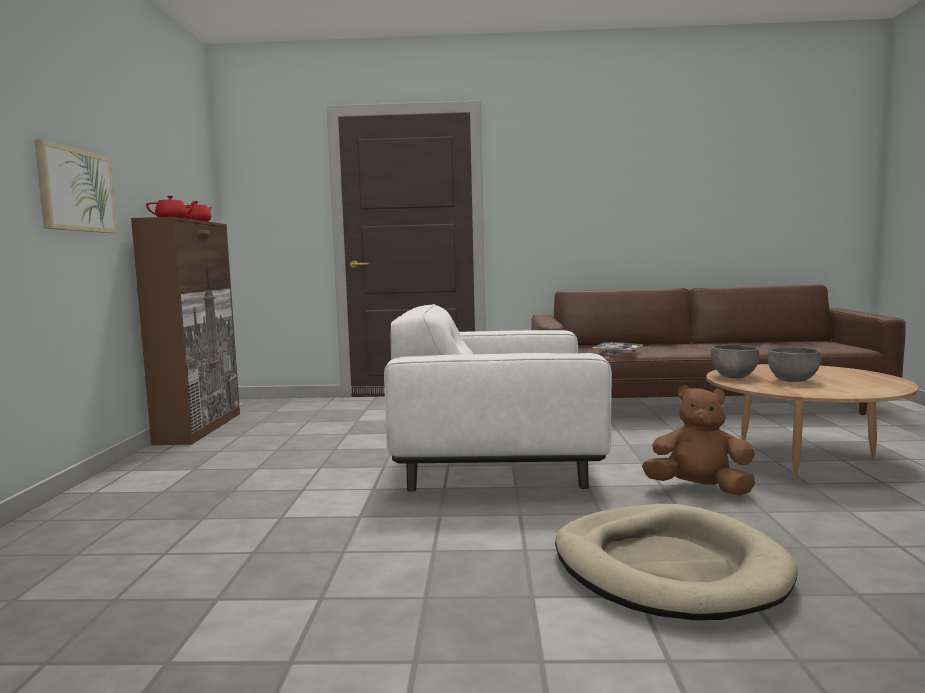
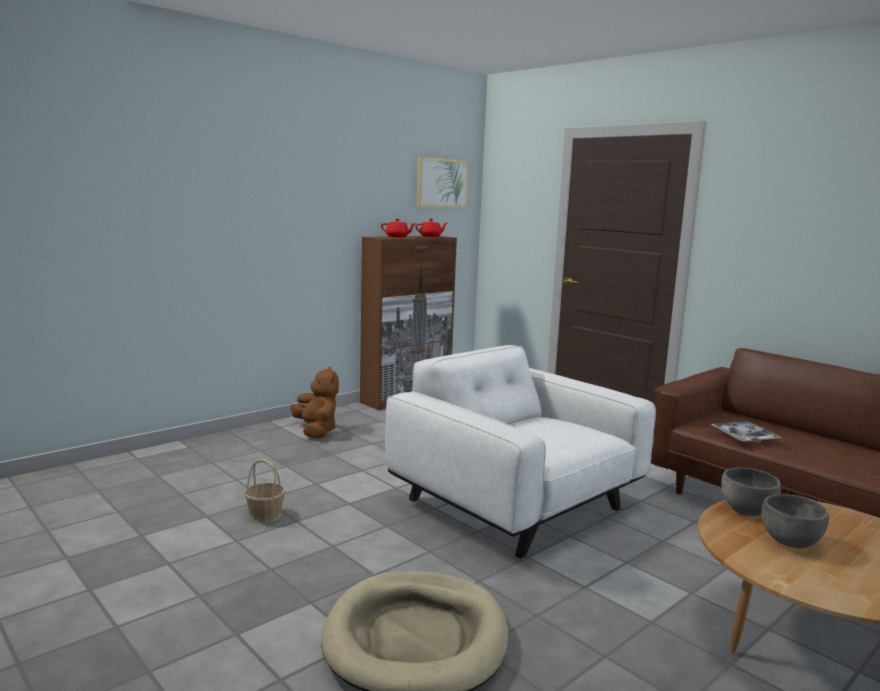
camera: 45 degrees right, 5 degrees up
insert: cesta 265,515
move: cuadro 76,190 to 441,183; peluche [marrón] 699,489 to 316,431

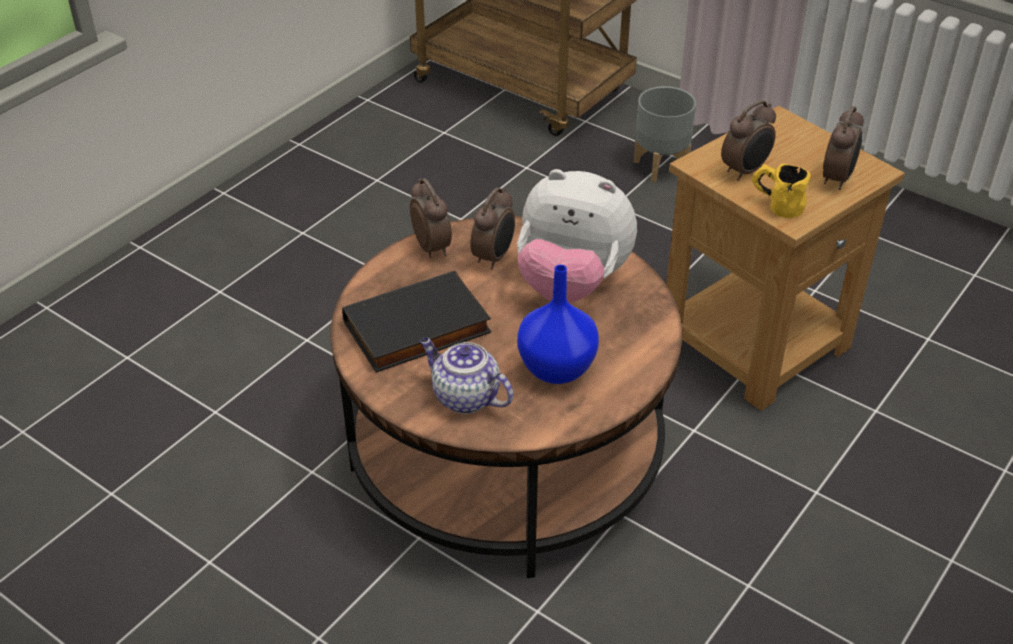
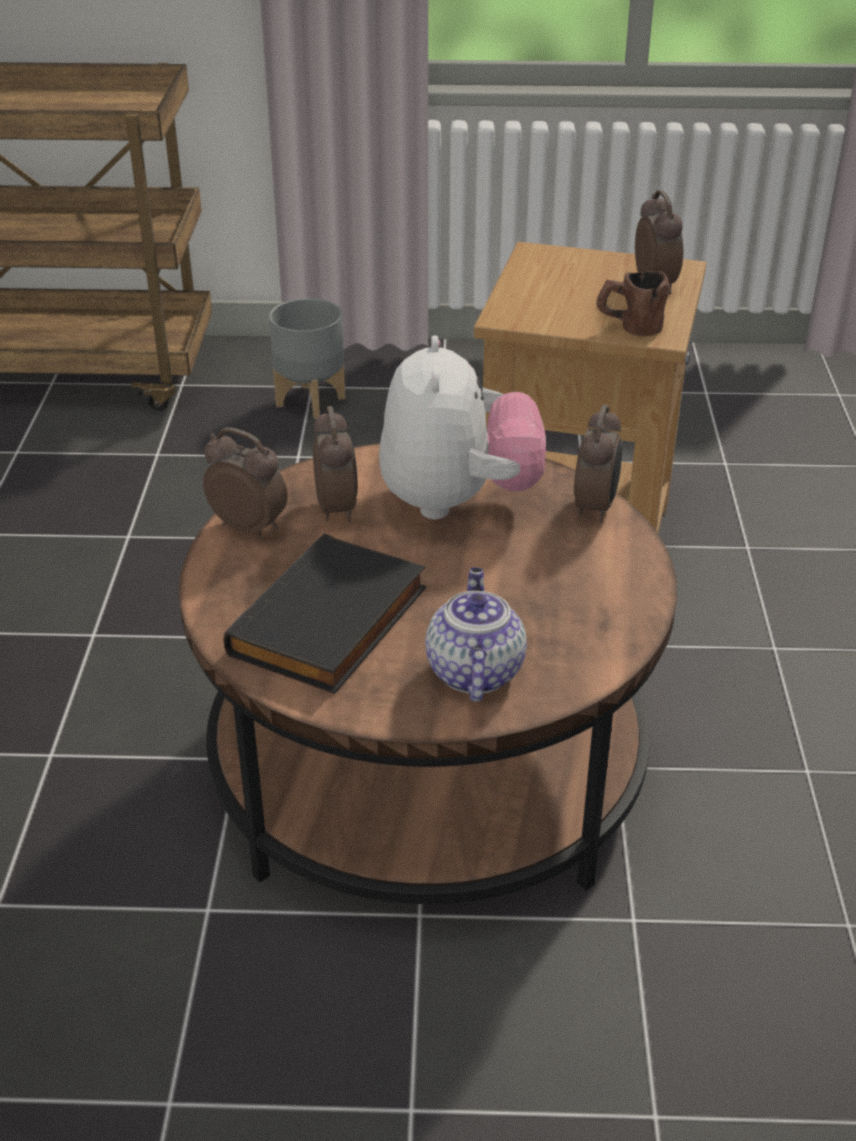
camera: 35 degrees left, 5 degrees down
delete: florero [azul] 557,370
move: despertador 745,171 to 596,507
recolor: taza grande [amarillo] 776,205 to taza grande [marrón] 628,328
rotate: tetera 464,397 = 473,671 90 degrees clockwise; peluche 571,284 = 458,501 75 degrees counterclockwise

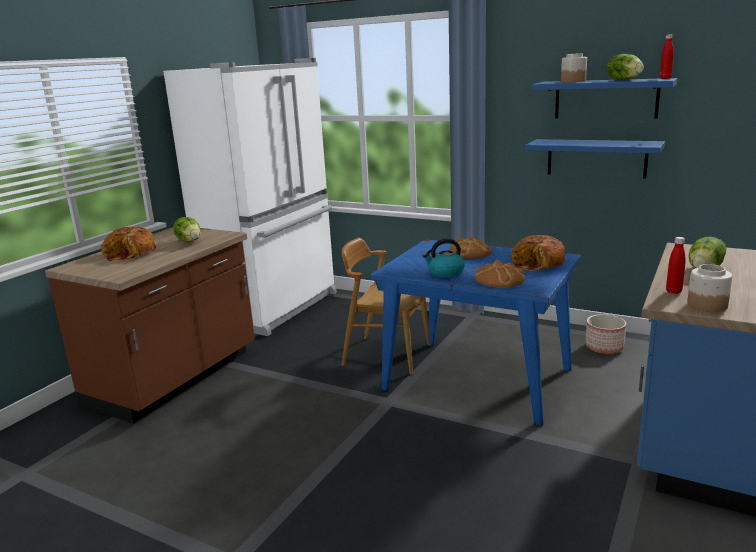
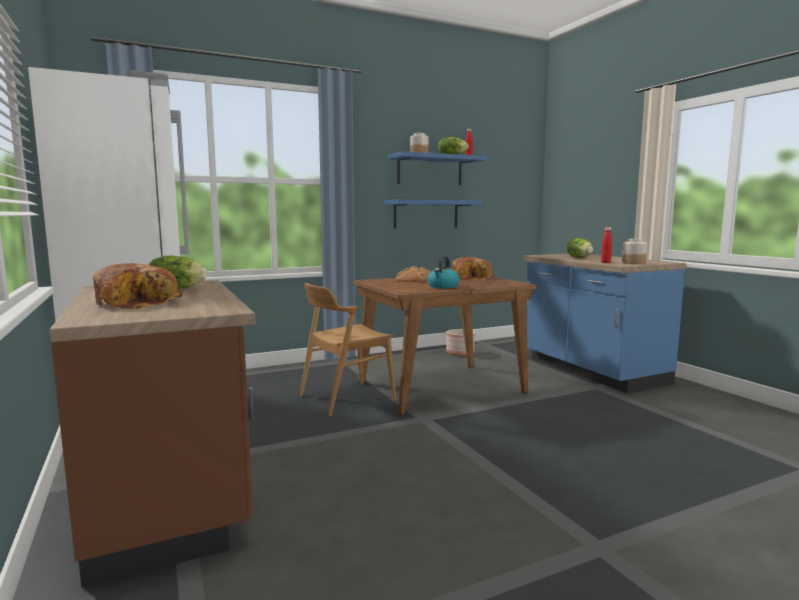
camera: 55 degrees left, 10 degrees down
delete: pan 499,279
recolor: mesa de comedor [azul] 476,379 to mesa de comedor [marrón] 439,387

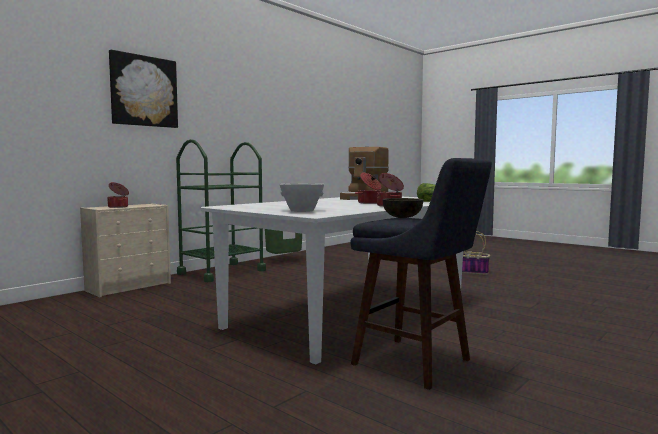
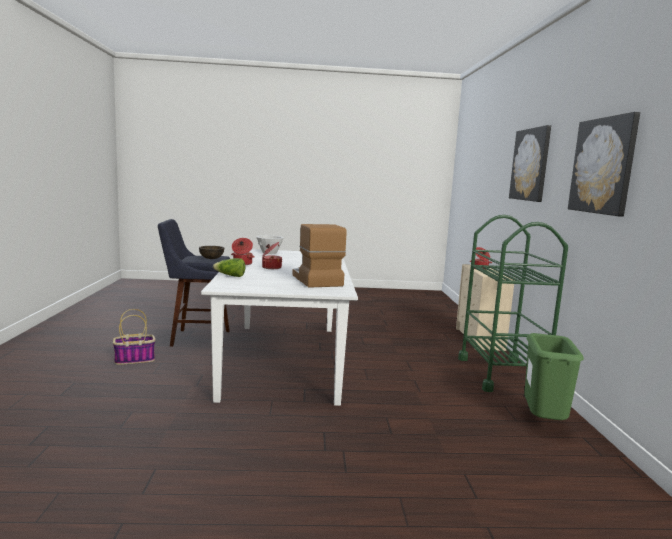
camera: 135 degrees right, 5 degrees up
insert: cuadro 603,166
move: cesta 472,272 to 135,359

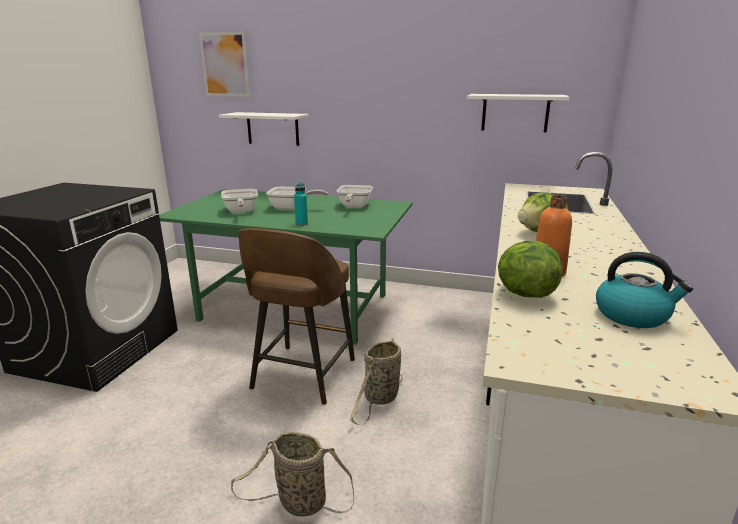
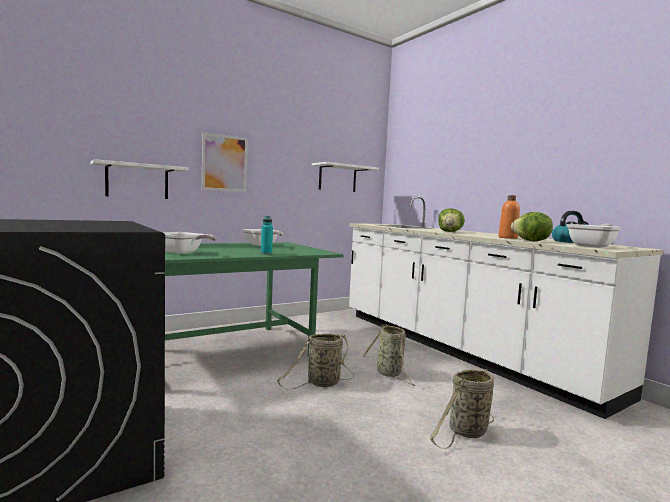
camera: 50 degrees left, 15 degrees down
move: cuadro 225,65 to 224,163; sartén 291,208 to 593,246
replace: taburete [marrón] 302,375 to cesta 321,383

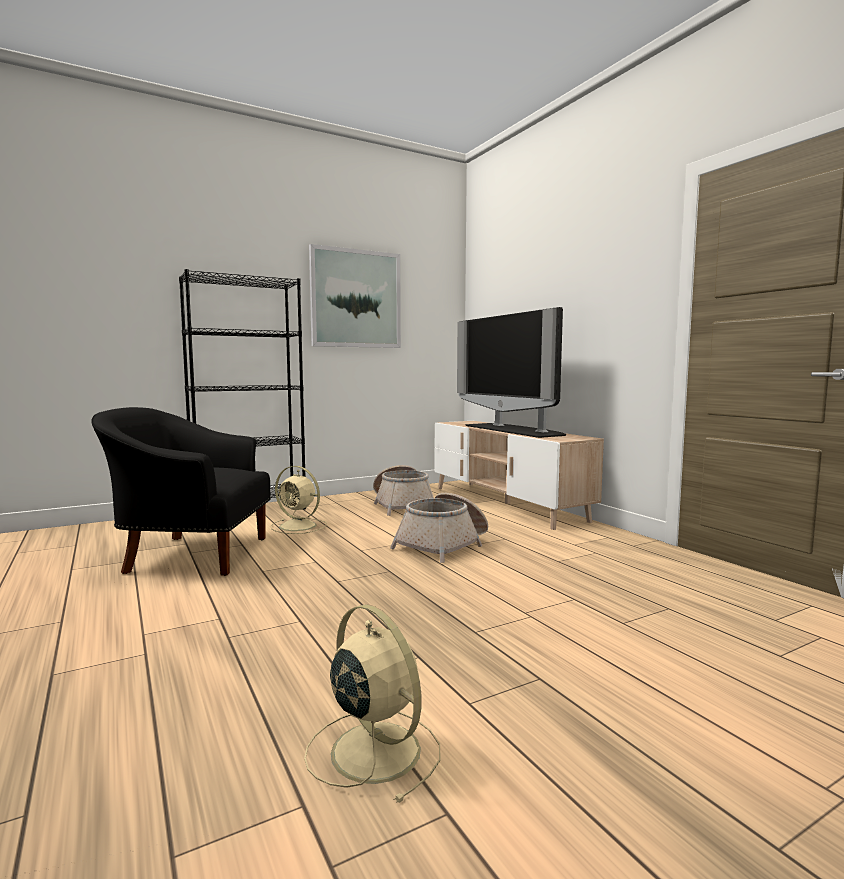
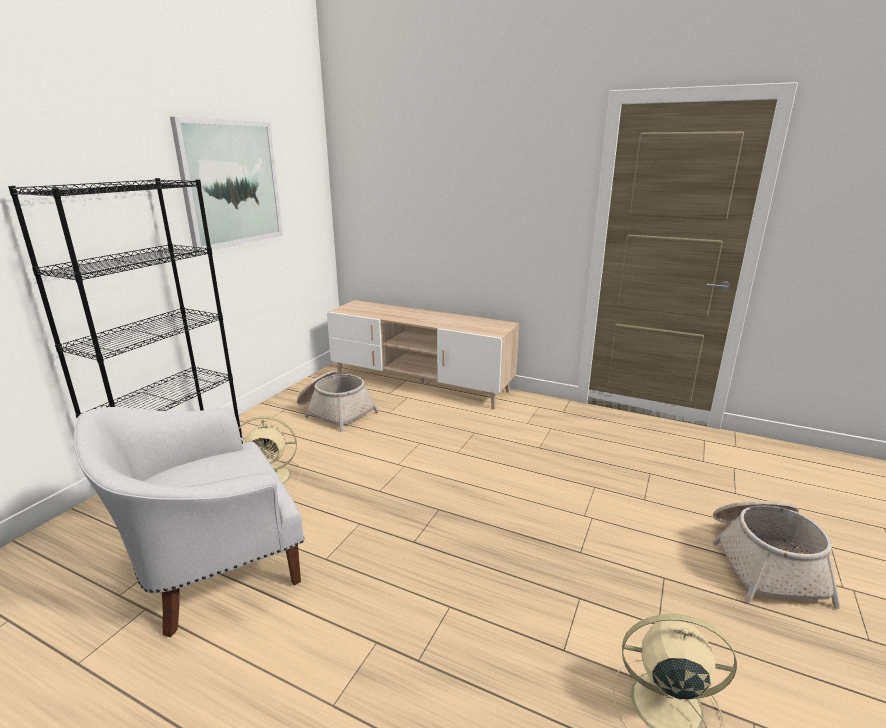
camera: 35 degrees left, 15 degrees up
delete: televisor 514,430
move: cesta 444,545 to 763,562
recolor: sillón [negro] 192,555 to sillón [blanco] 211,568

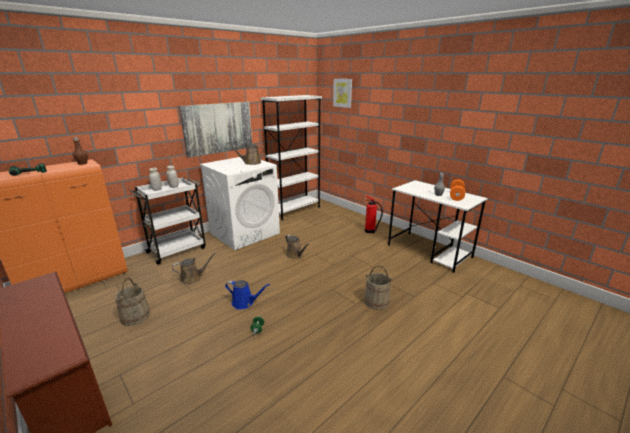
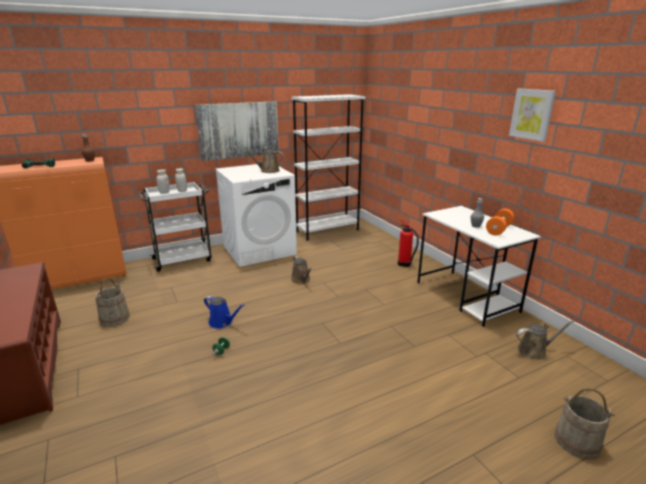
camera: 15 degrees right, 0 degrees up
move: regadera [marrón] 193,278 to 534,351; cuadro 342,93 to 532,114; cubo [beis] 376,301 to 576,441

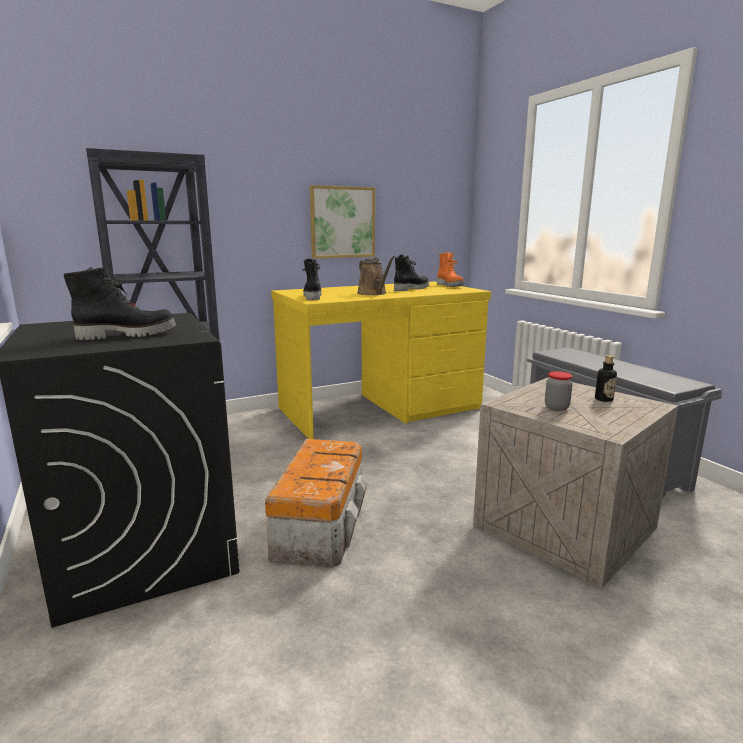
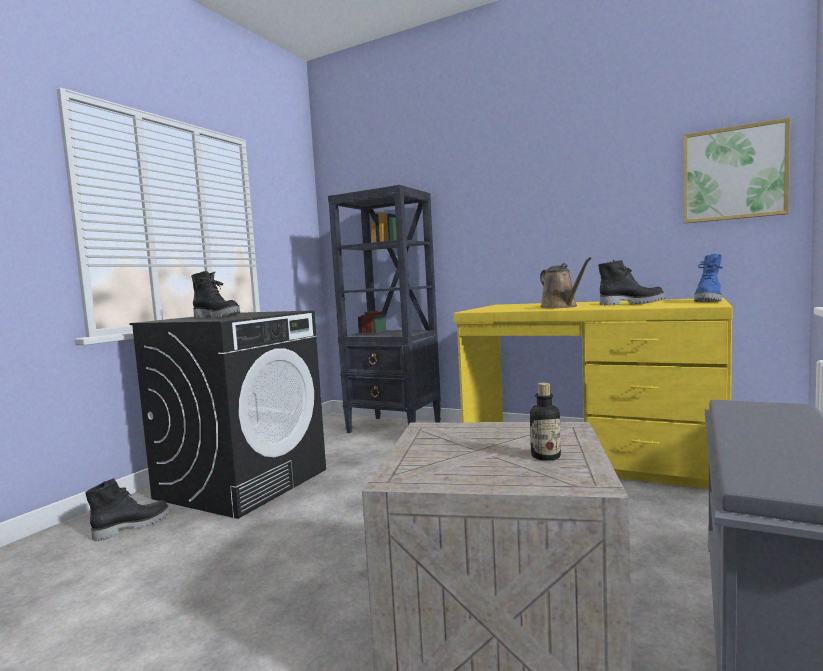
camera: 55 degrees right, 10 degrees down
delete: caja de almacenaje 321,524; tarro 556,407
move: bota [negro] 312,296 to 132,527; cuadro 342,222 to 733,173
recolor: bota [naranja] 450,286 to bota [azul] 709,301
rotate: regadera [marrón] 373,293 = 561,307 45 degrees counterclockwise

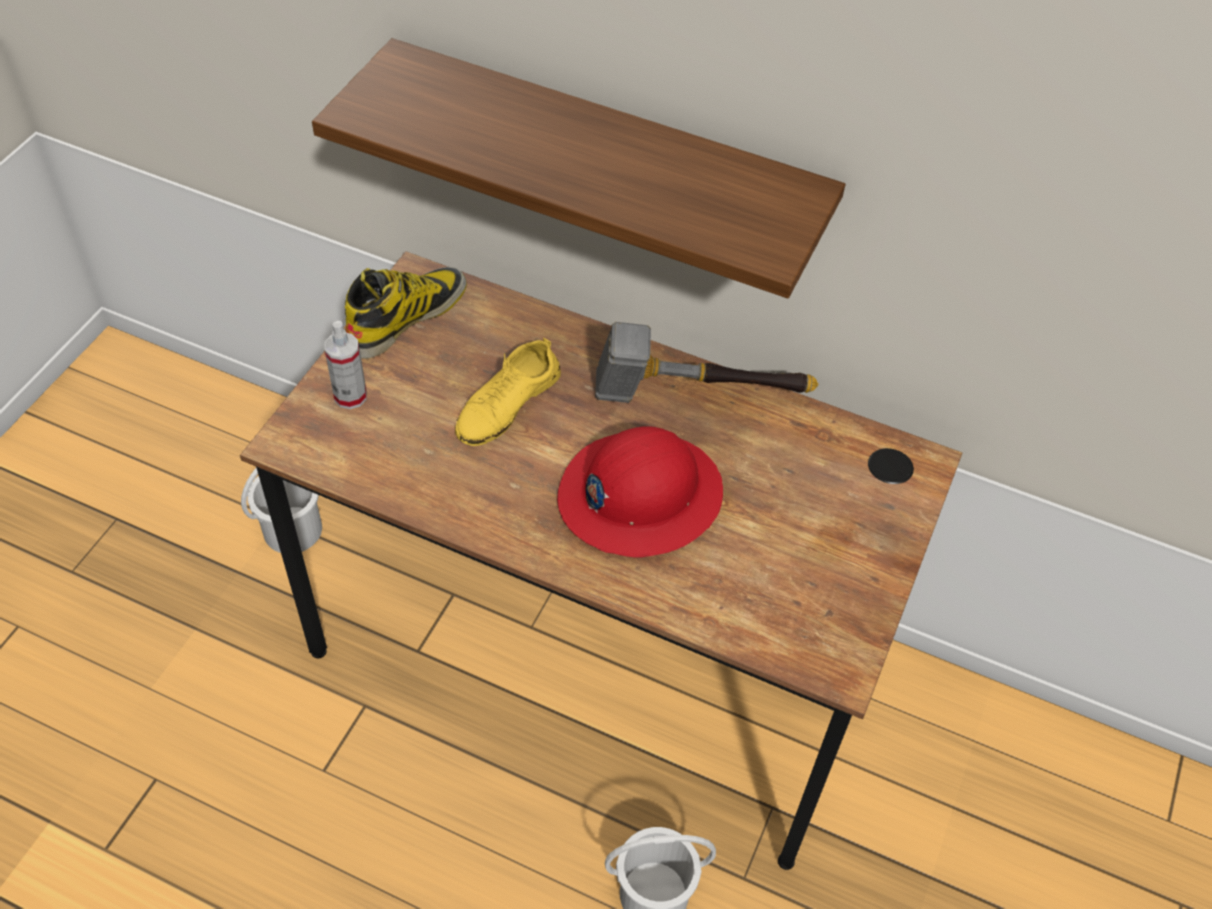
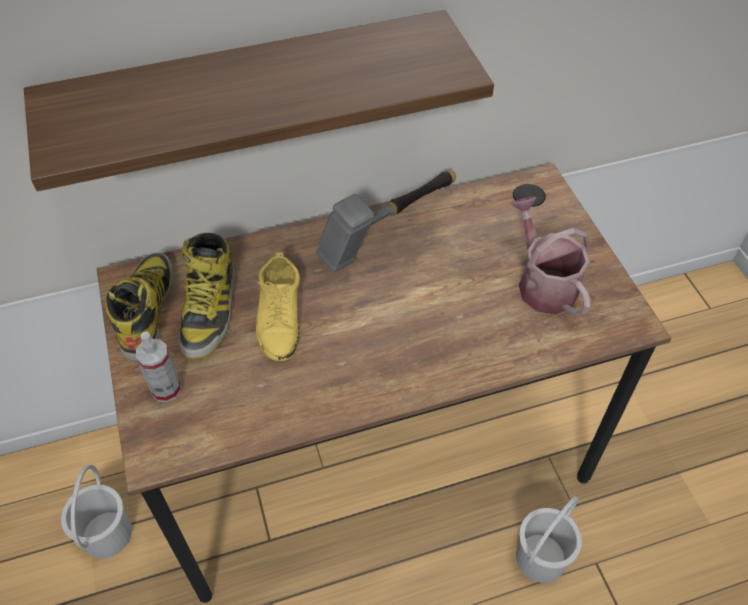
camera: 40 degrees left, 0 degrees up
delete: casco [rojo] 639,495
insert: bota 209,310; regadera 543,283

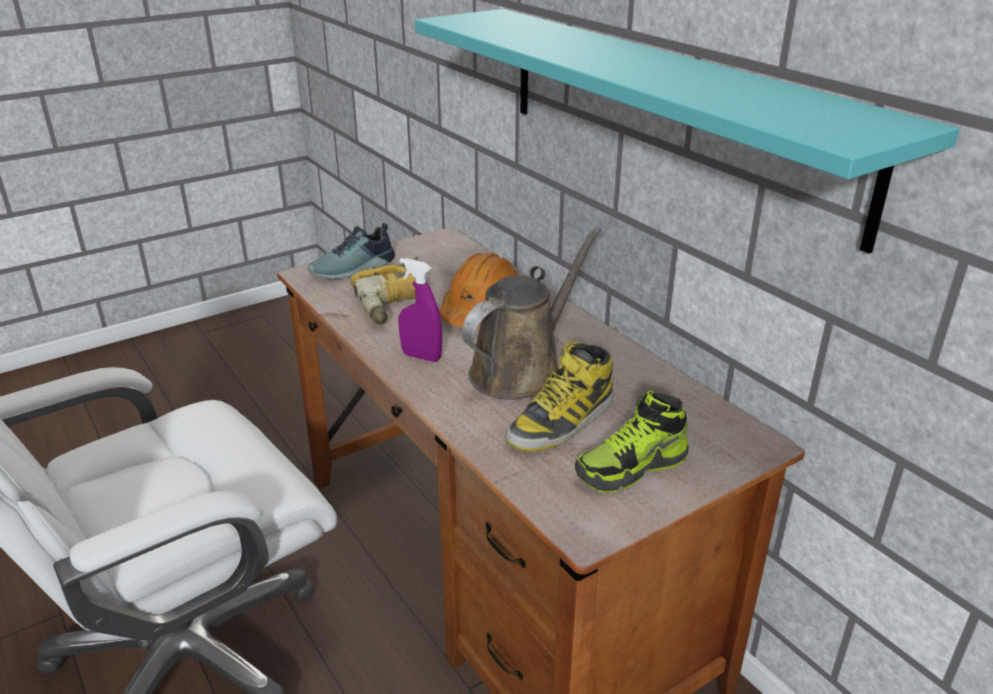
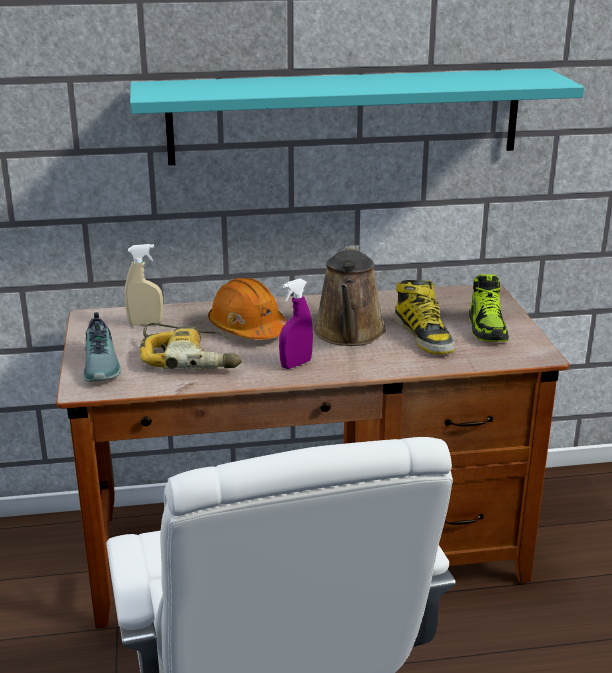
camera: 65 degrees left, 5 degrees down
insert: pulverizador [beis] 145,324
rotate: regadera [marrón] 522,370 = 349,334 150 degrees counterclockwise

